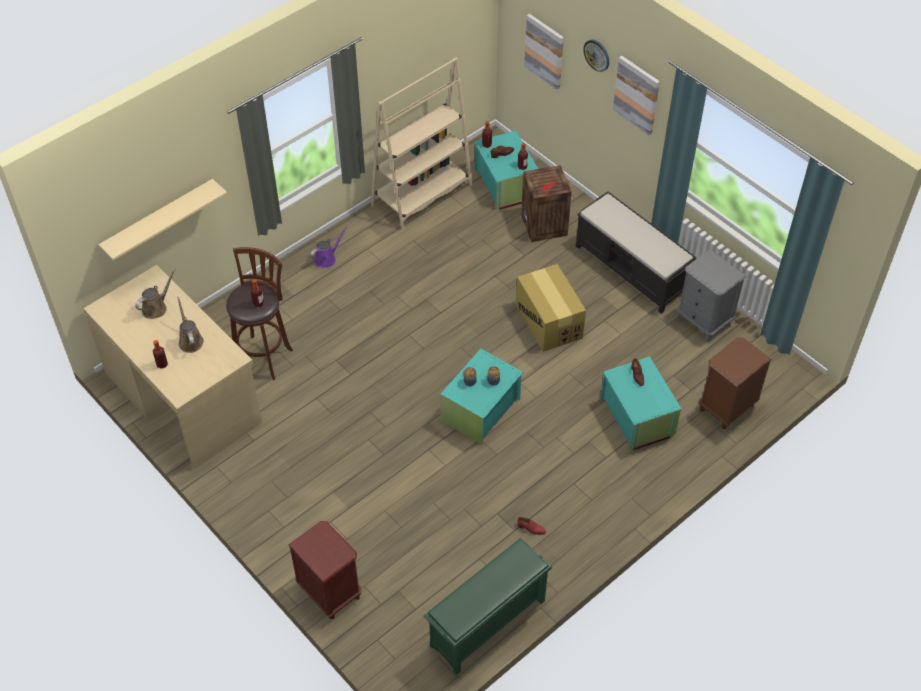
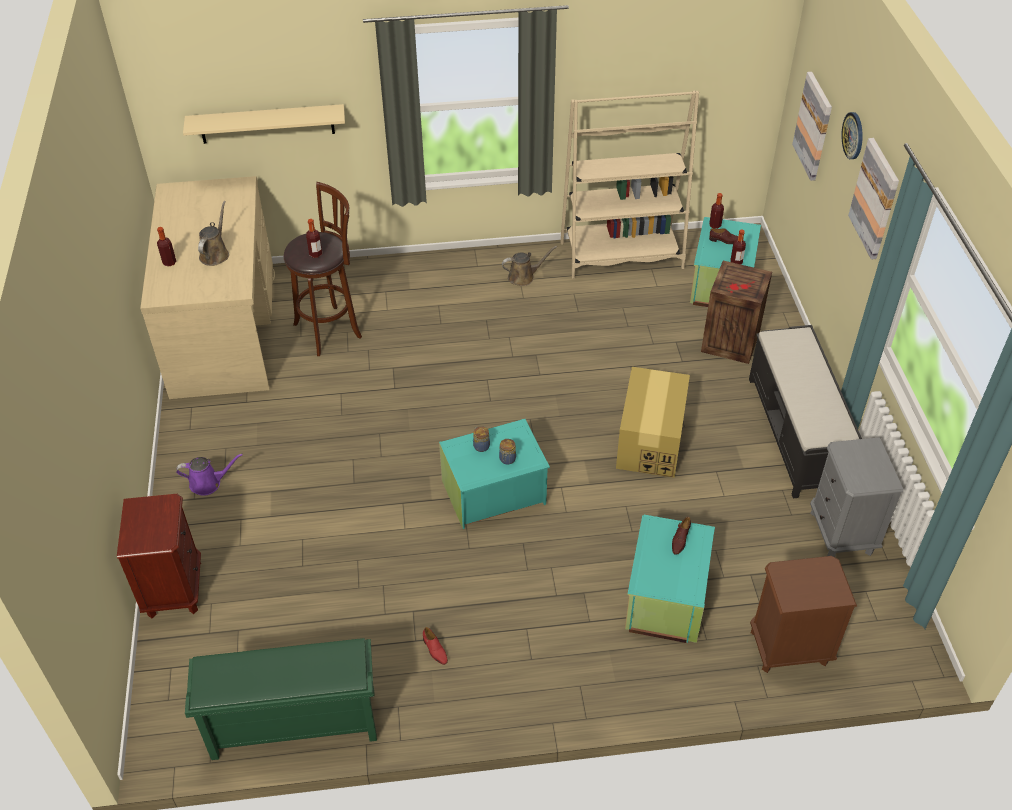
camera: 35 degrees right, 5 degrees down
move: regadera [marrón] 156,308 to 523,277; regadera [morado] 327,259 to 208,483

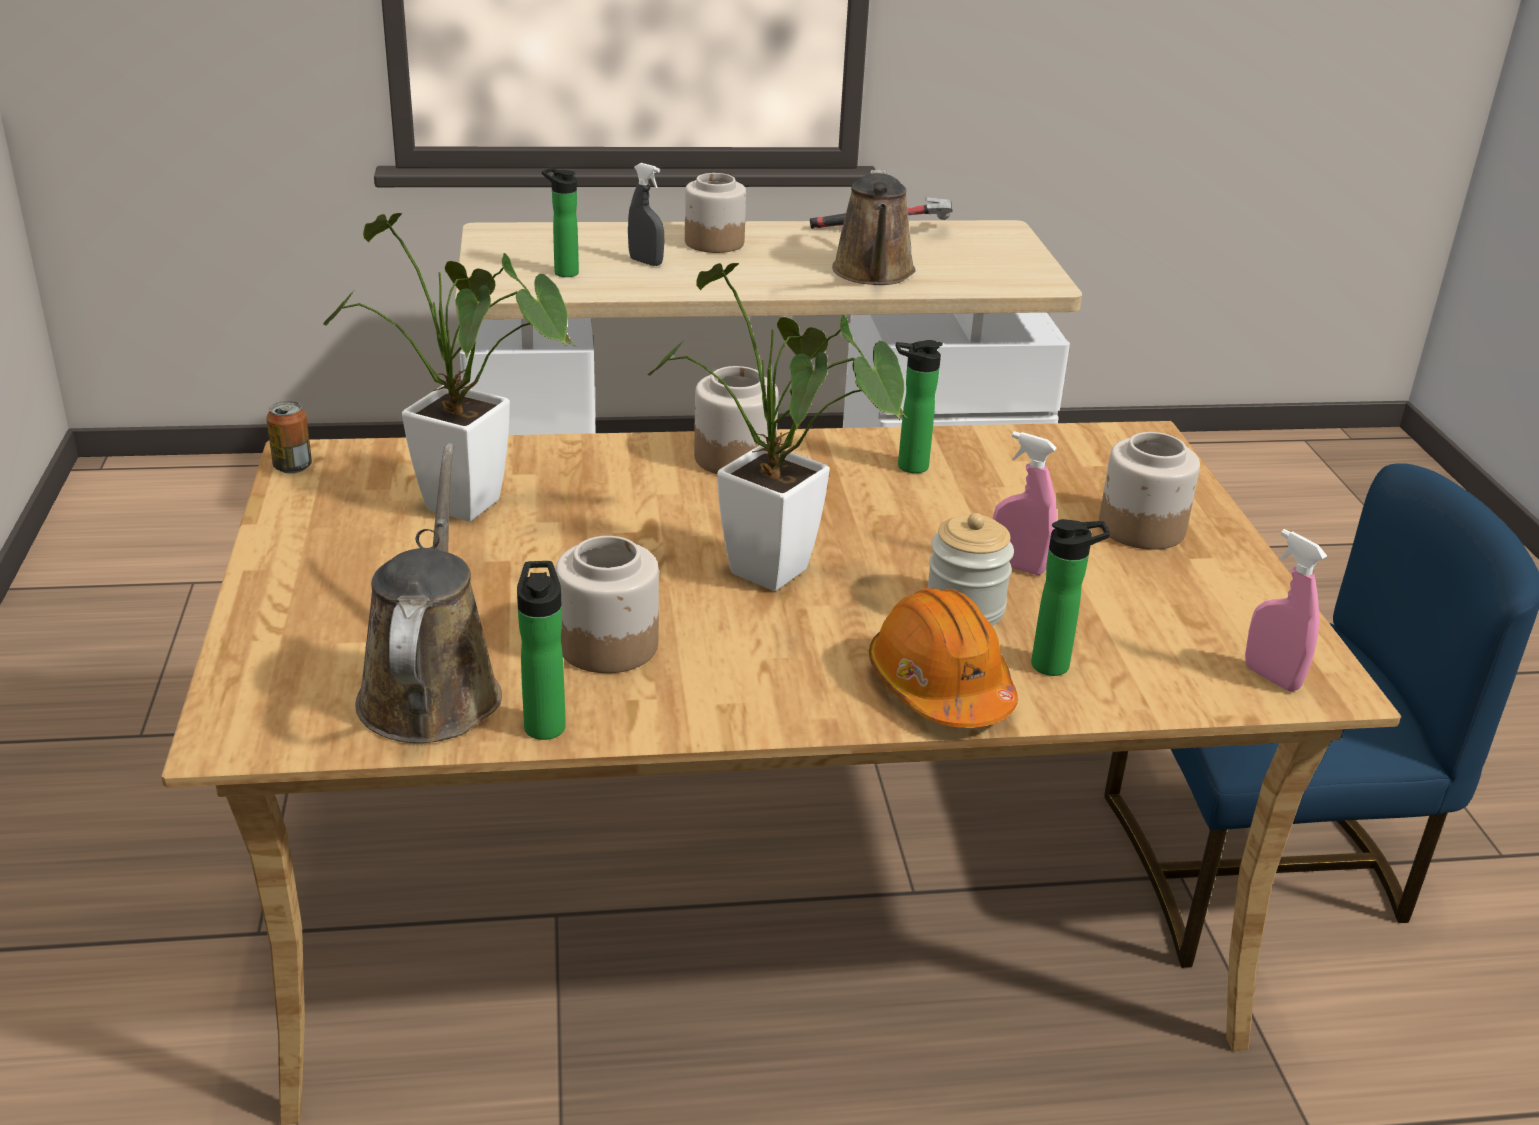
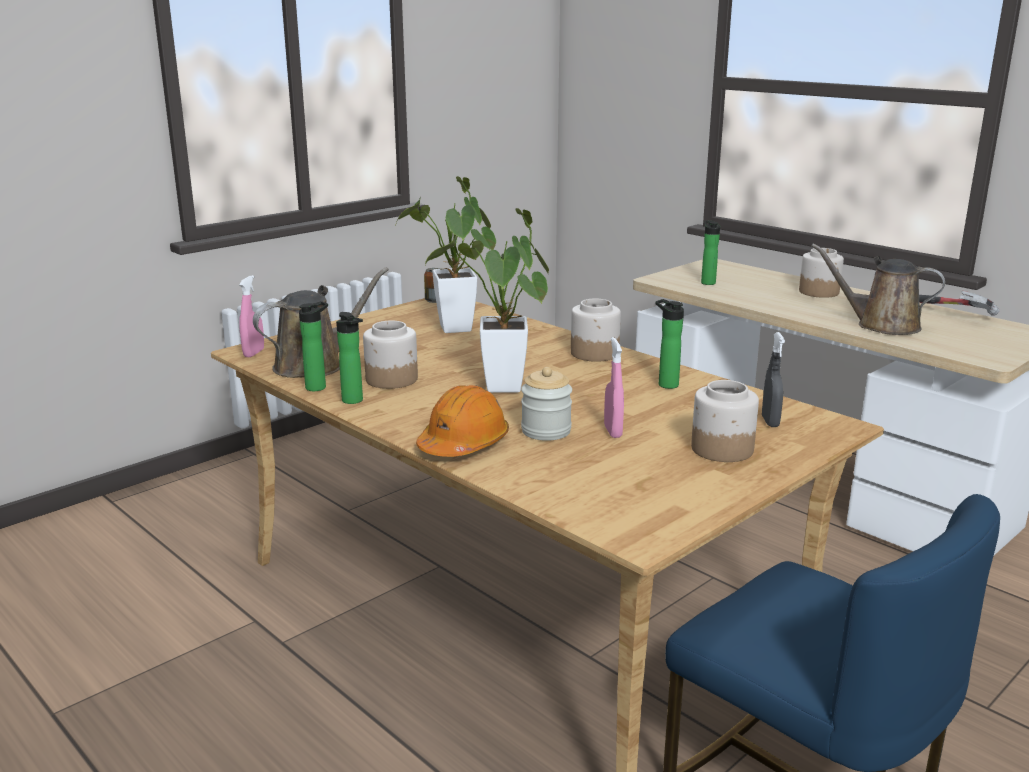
camera: 55 degrees right, 10 degrees down
move: pulverizador [gris] 646,262 to 770,422; botella 1056,665 to 354,401; pulverizador [rosa] 1271,677 to 254,353
rotate: regadera [marrón] 874,273 = 881,325 60 degrees clockwise

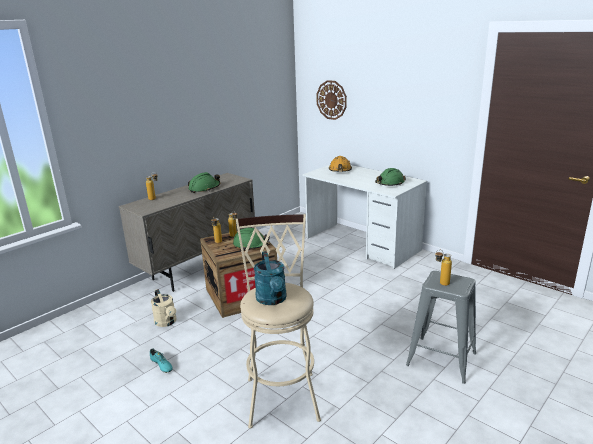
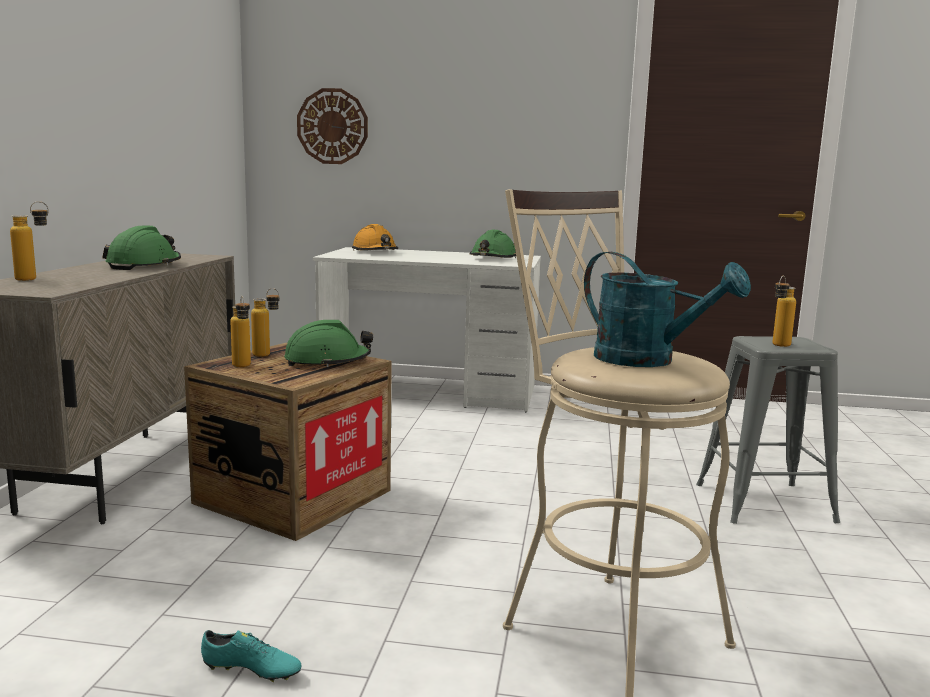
camera: 35 degrees left, 10 degrees down
delete: regadera [beis] 167,322

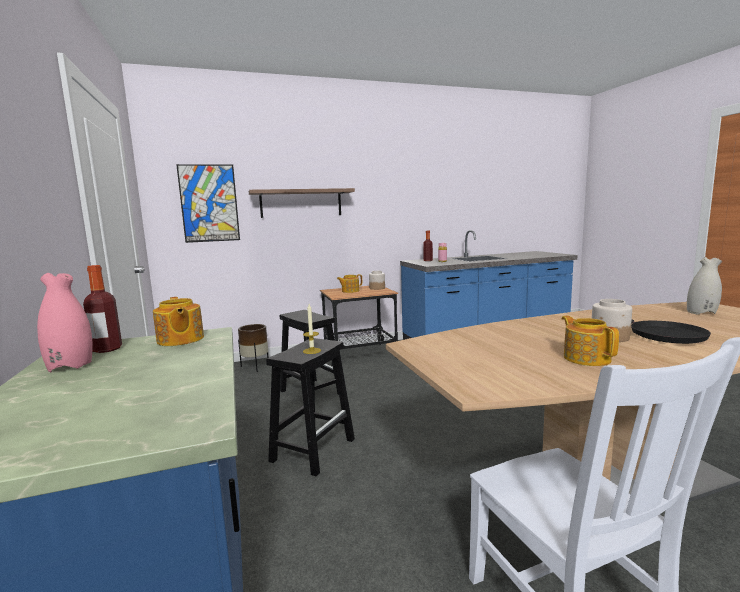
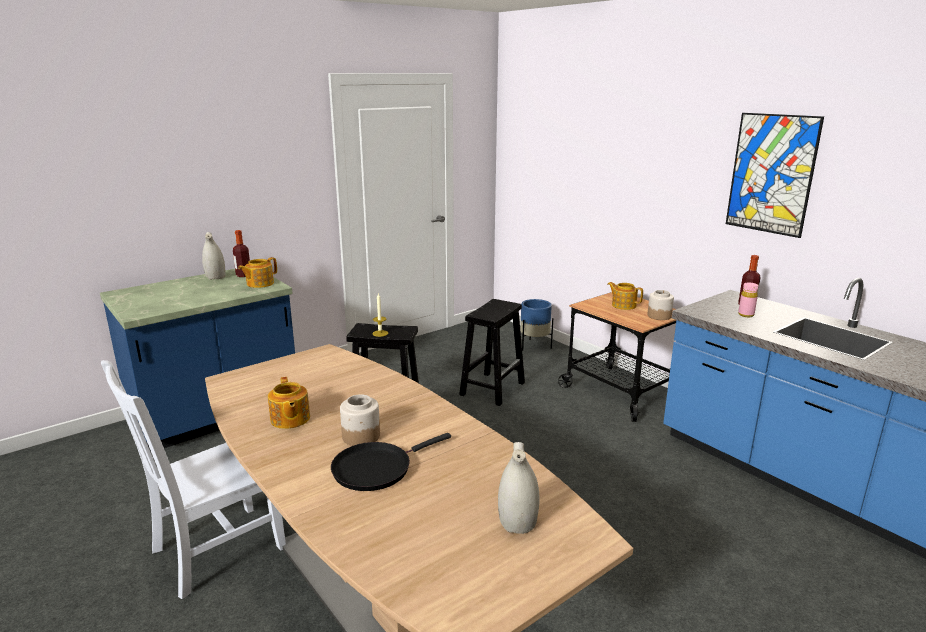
camera: 70 degrees right, 10 degrees up
delete: estante 301,203
move: cuadro 209,203 to 771,174
recolor: florero [rosa] 70,366 to florero [blanco] 215,277; maceta [marrón] 255,366 to maceta [azul] 534,346
rotate: tetera 586,358 = 290,419 105 degrees clockwise

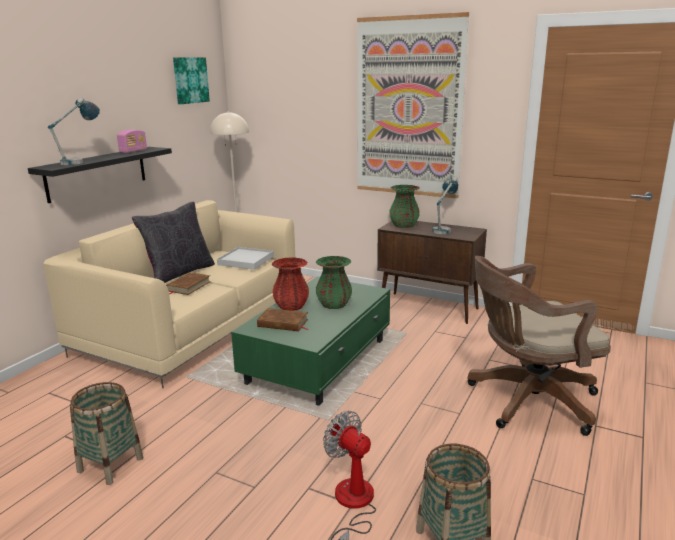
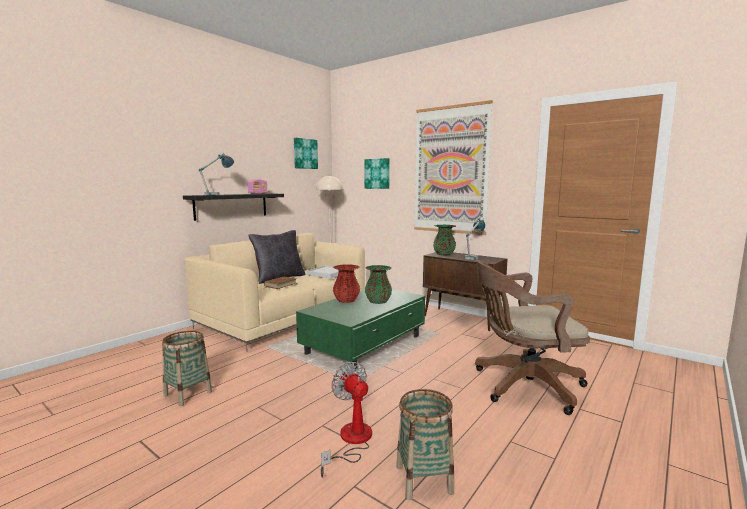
camera: 10 degrees right, 10 degrees down
delete: libro [marrón] 283,323
insert: cuadro 377,173

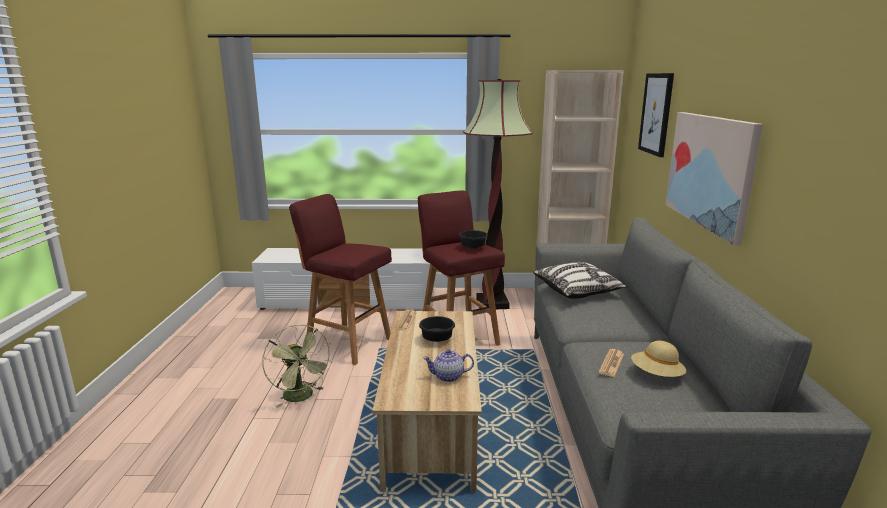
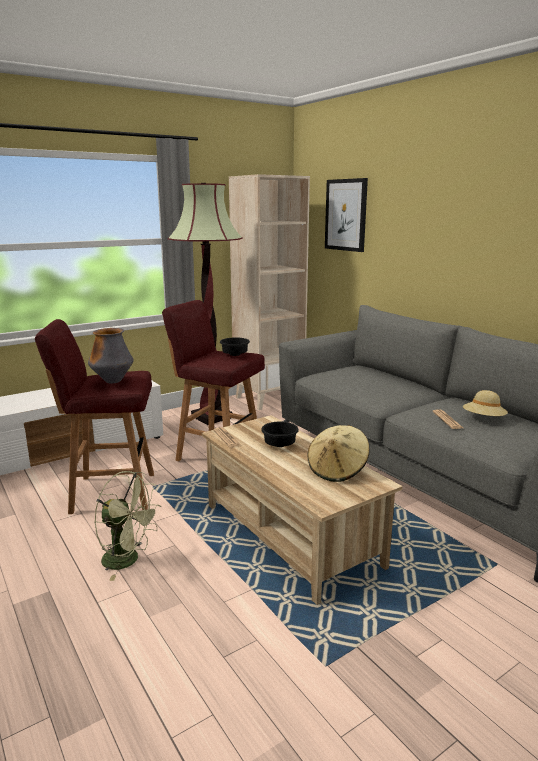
camera: 35 degrees left, 0 degrees up
delete: cojín 577,291; cuadro 710,171
insert: florero 113,381
replace: tetera 448,376 to sombrero [beis] 337,470

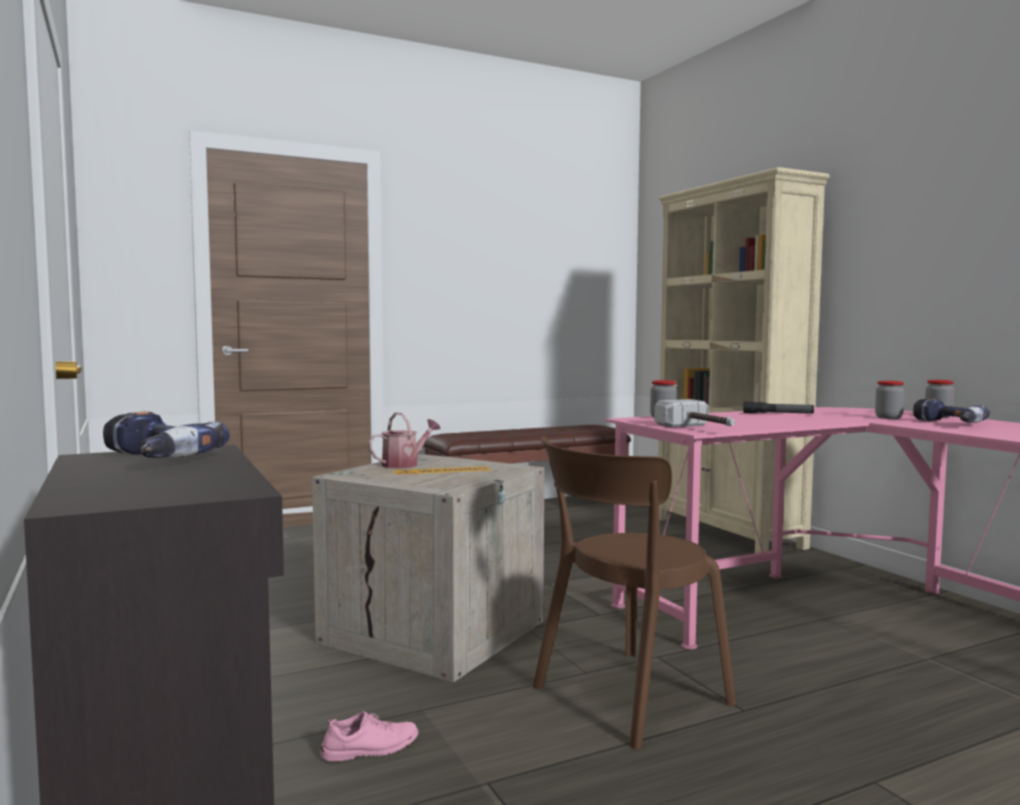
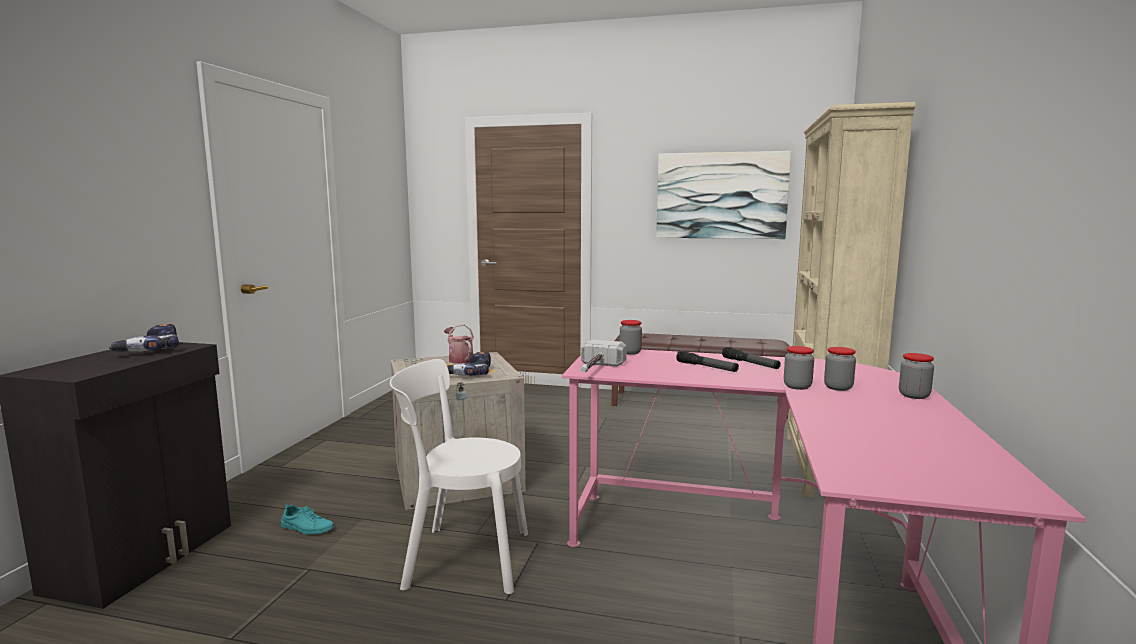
camera: 40 degrees right, 5 degrees up
insert: cuadro 721,195; linterna 706,367; tarro 797,386
move: taladro 947,423 to 469,373
recolor: zapato [rosa] 370,748 to zapato [turquesa] 307,528; silla [marrón] 625,697 to silla [blanco] 461,558
rotate: regadera 404,464 = 459,359 120 degrees counterclockwise

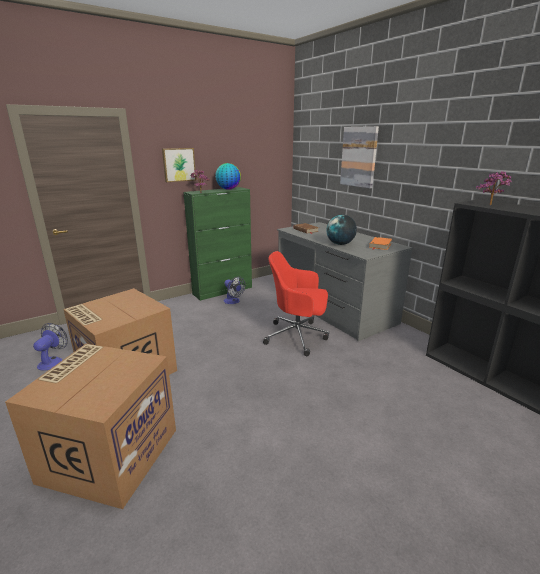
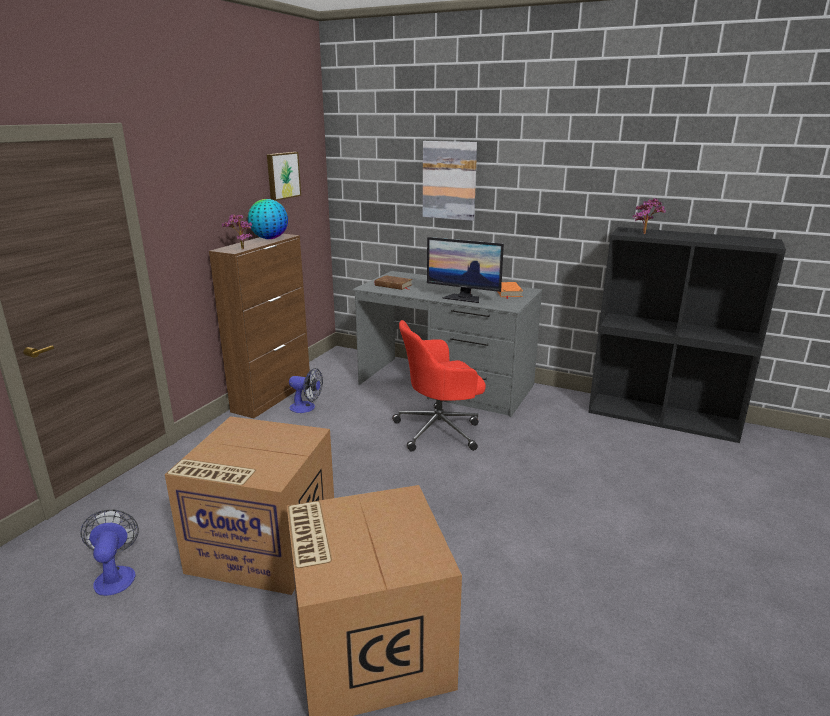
camera: 30 degrees left, 0 degrees up
move: cuadro 178,164 to 282,175
replace: globo terráqueo 340,244 to monitor 463,298
recolor: armario [verde] 223,290 to armario [marrón] 273,396

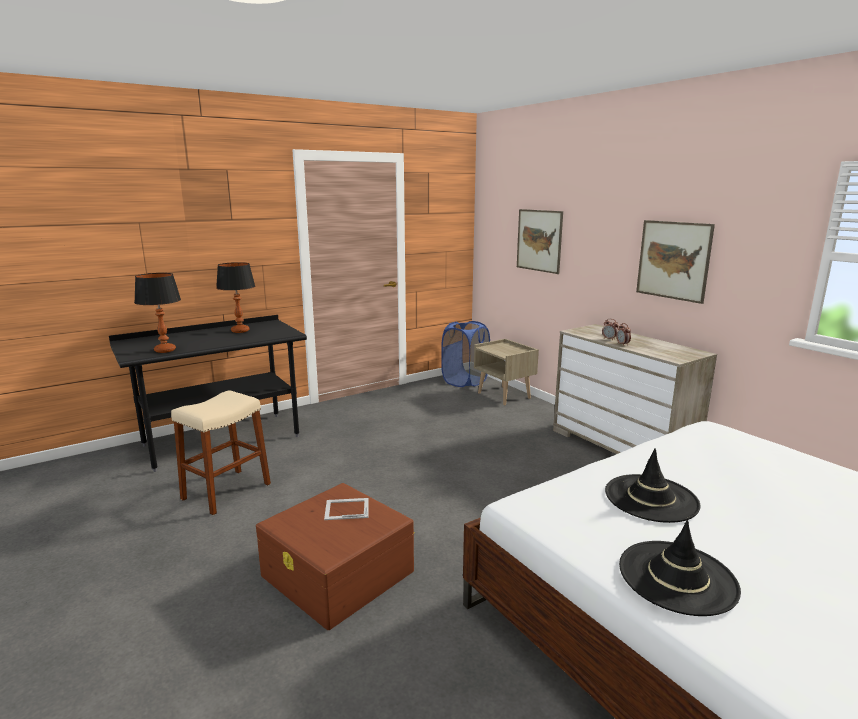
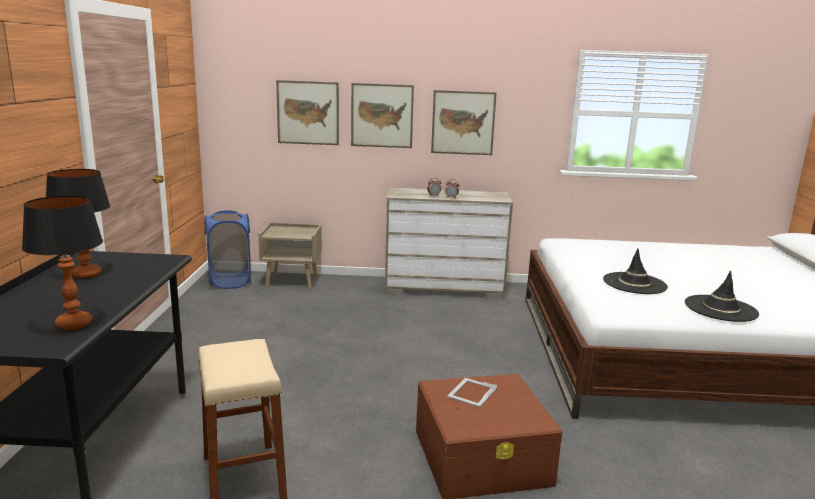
camera: 55 degrees left, 0 degrees up
insert: cuadro 382,115

